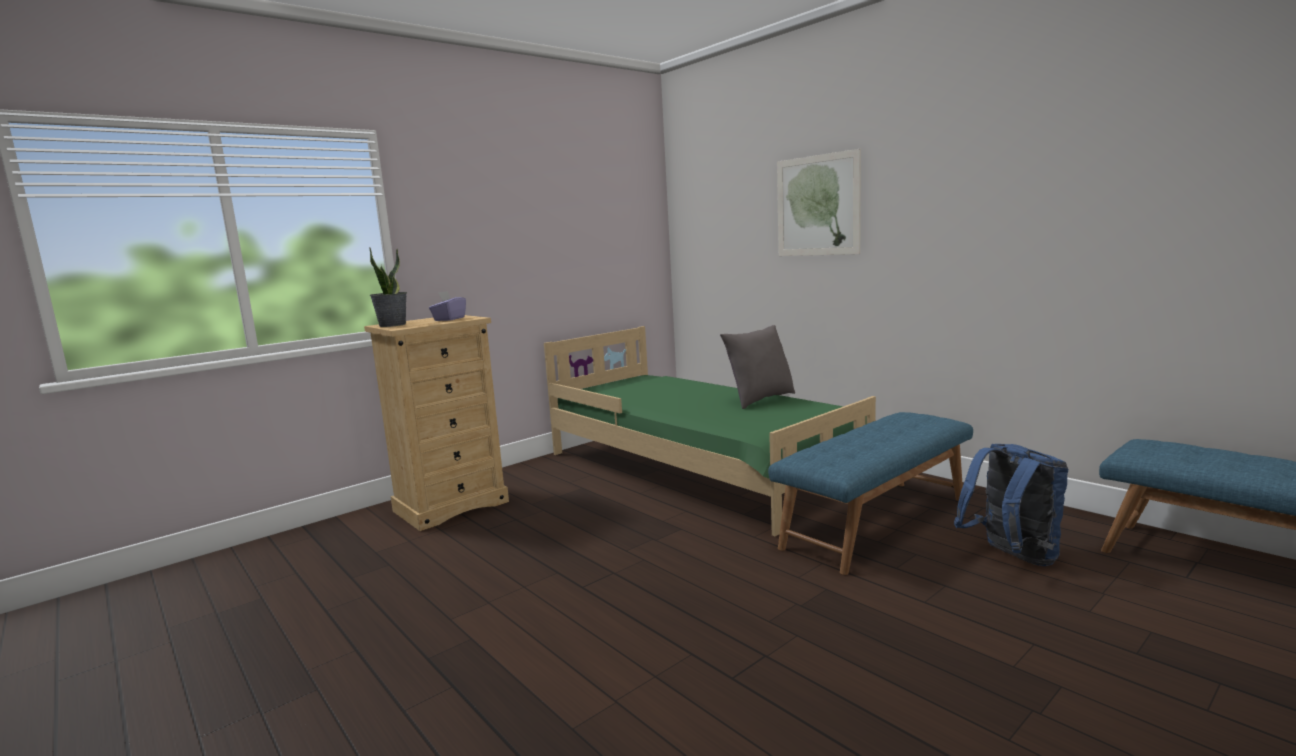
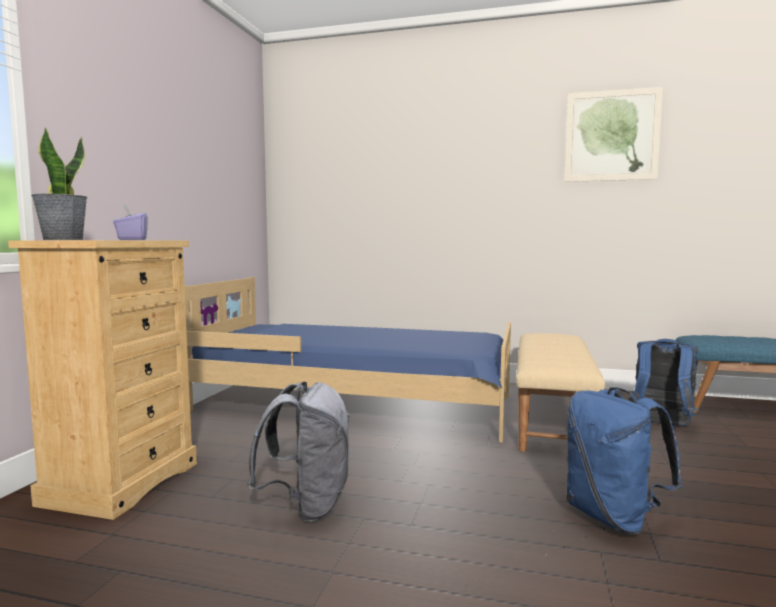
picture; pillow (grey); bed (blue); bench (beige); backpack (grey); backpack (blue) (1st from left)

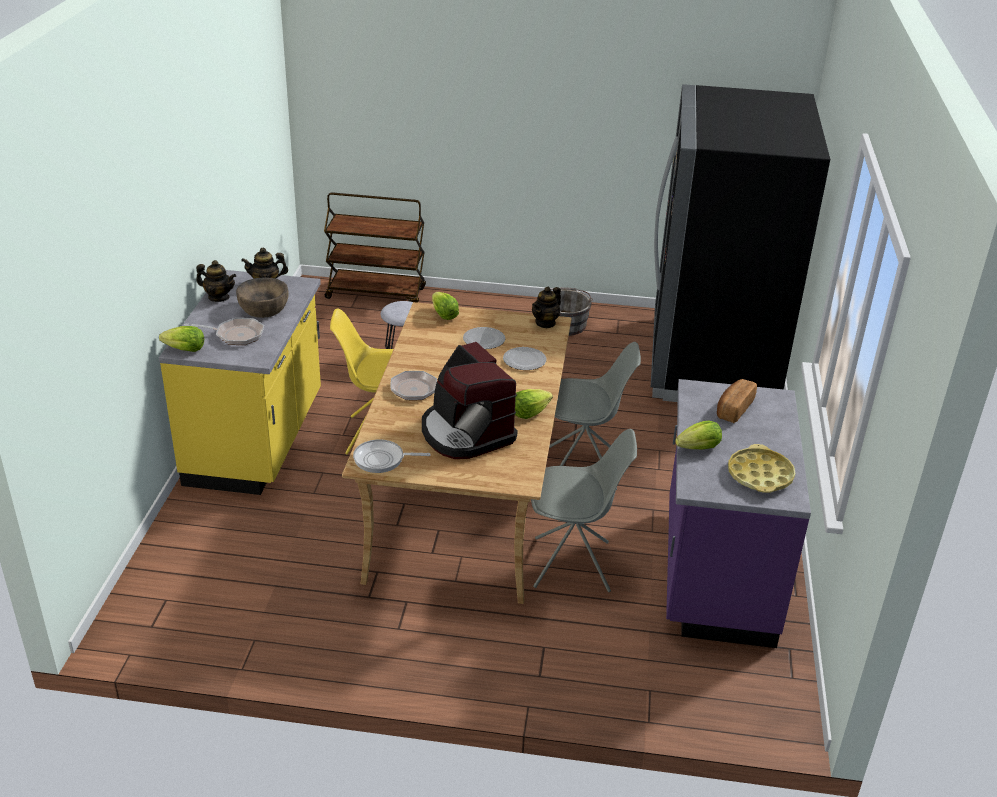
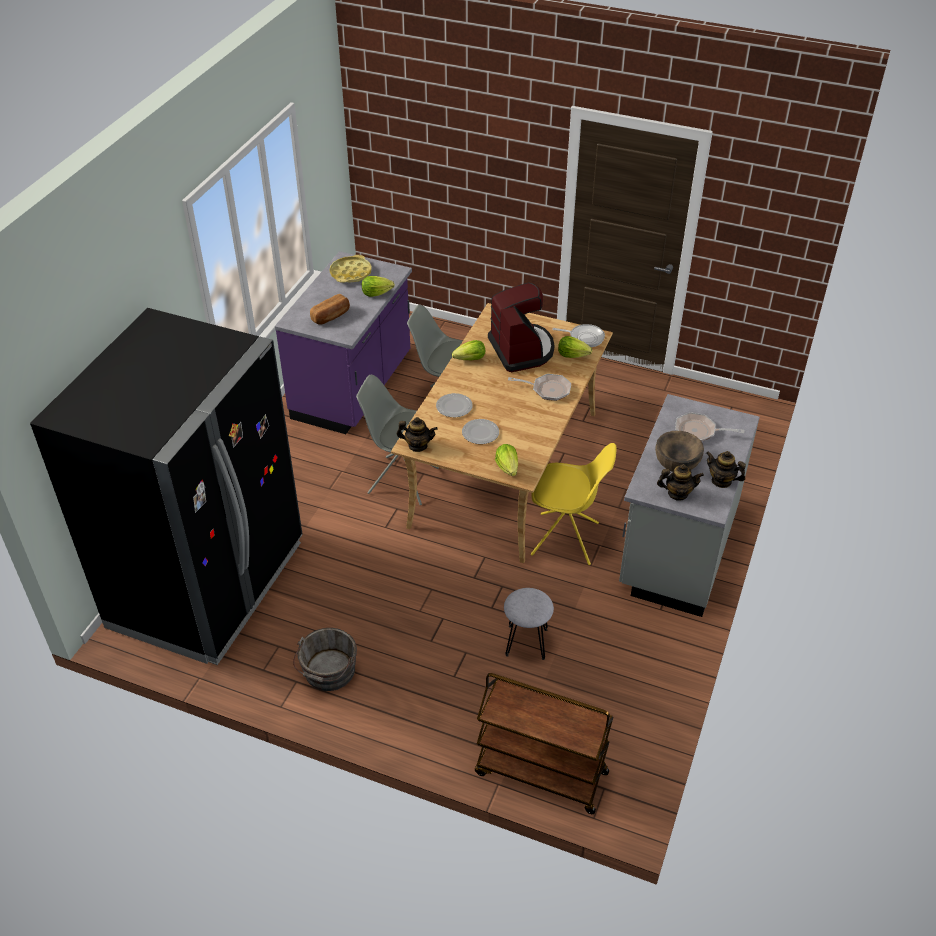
counter (grey); teapot (1st from left); lettuce (4th from left)

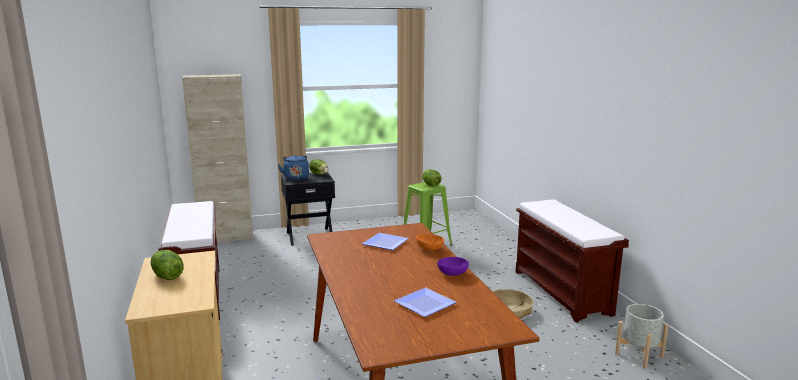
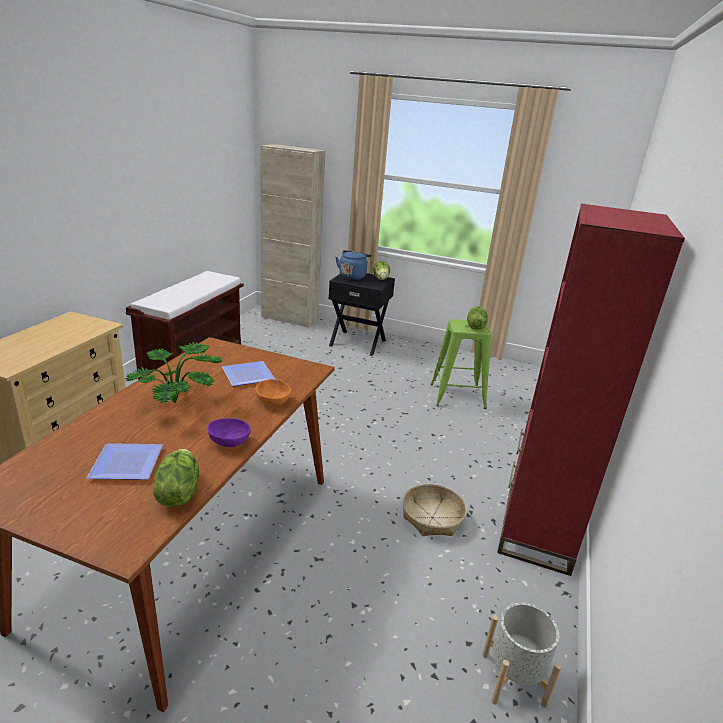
bookcase (red); lettuce (1st from left); potted plant

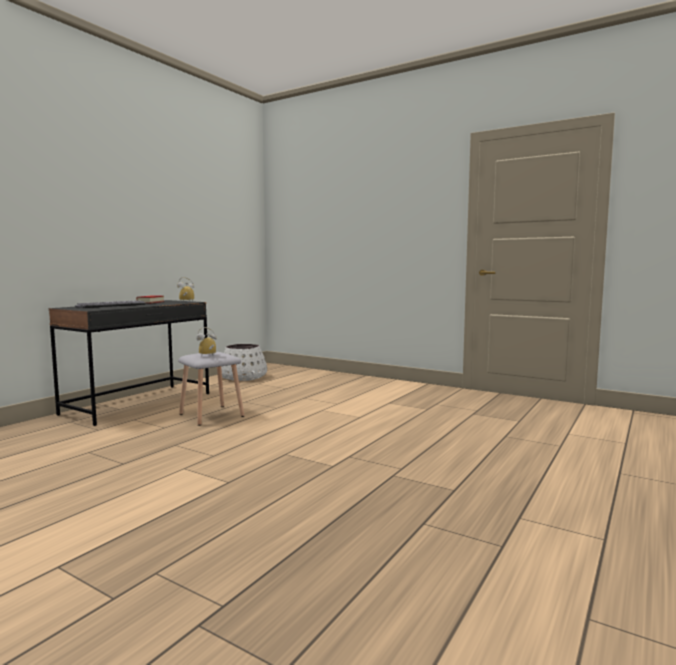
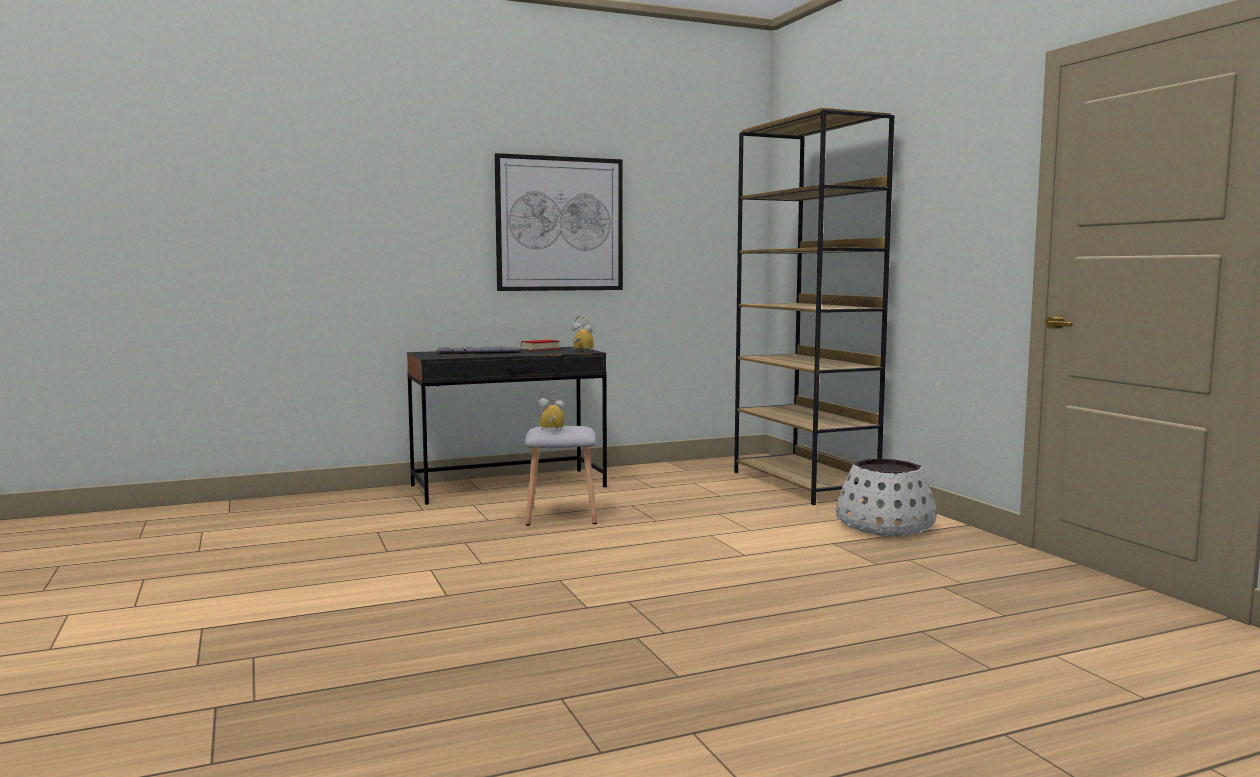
planter (white); bookcase (brown); picture

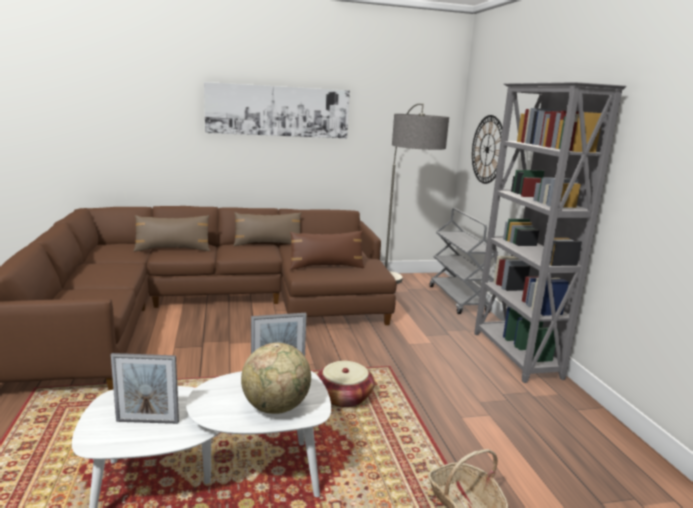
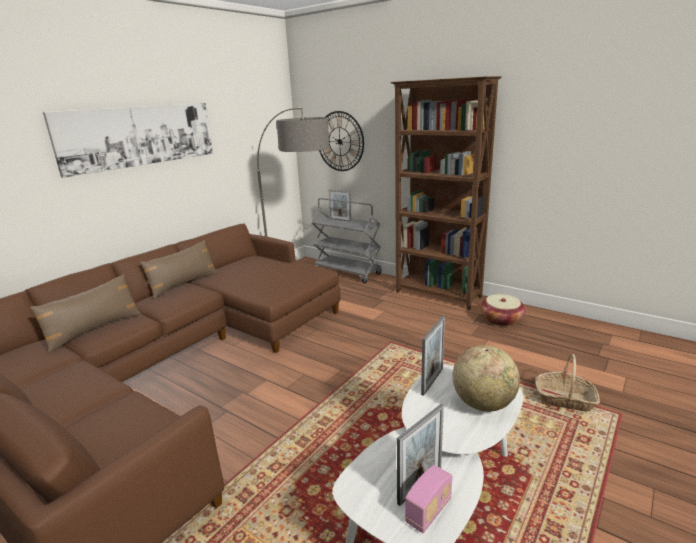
bookcase (brown); pillow (brown) (3rd from left in the first image); basket (1st from left); picture frame (1st from left); radio

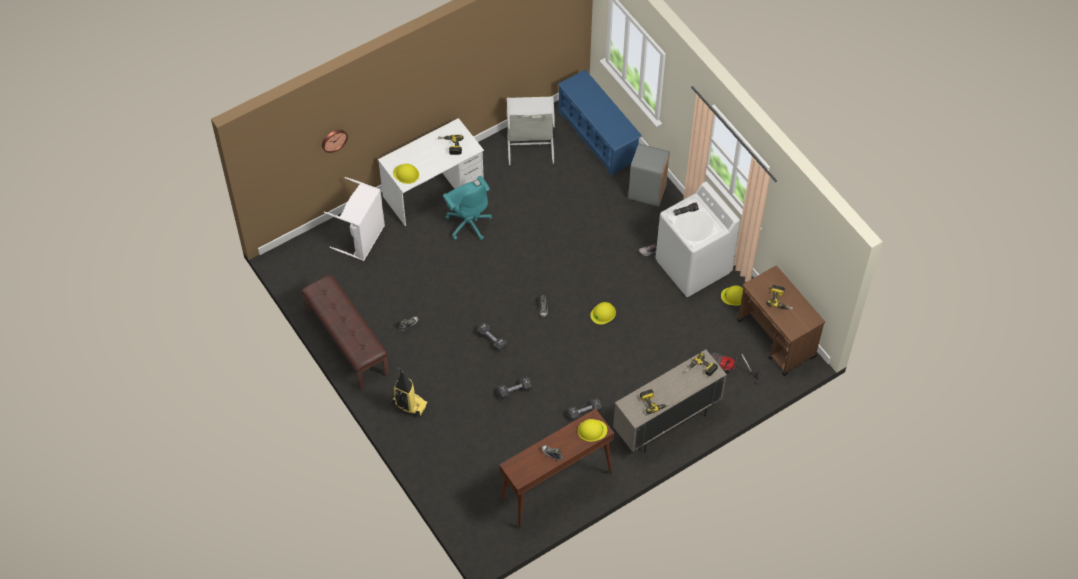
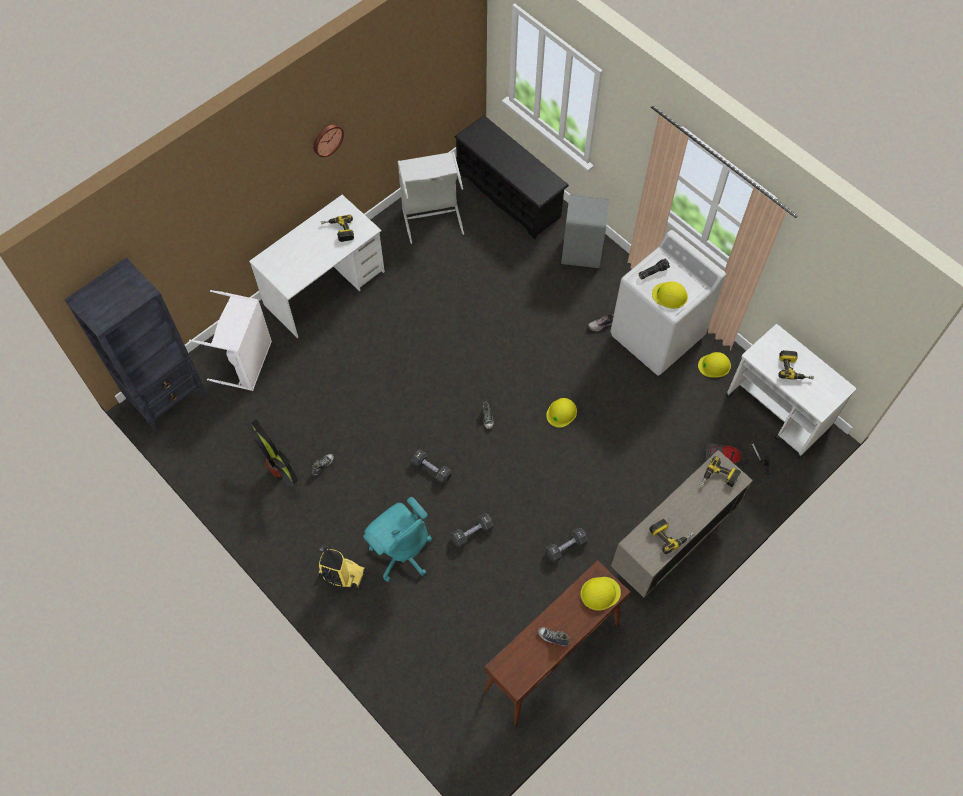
shoe rack (black); wall clock; hard hat (yellow) (3rd from left); office chair (turquoise); cart (white); bench (brown); bookcase (black); potted plant

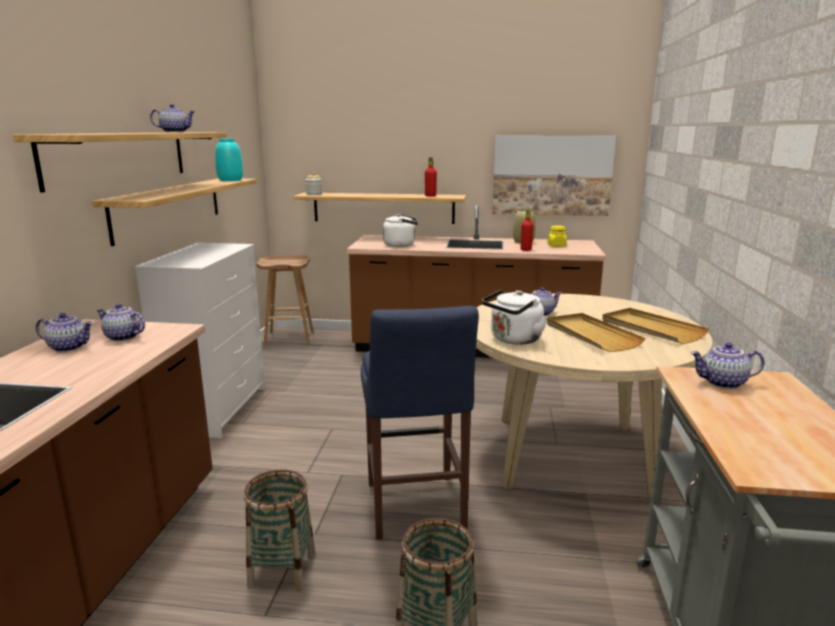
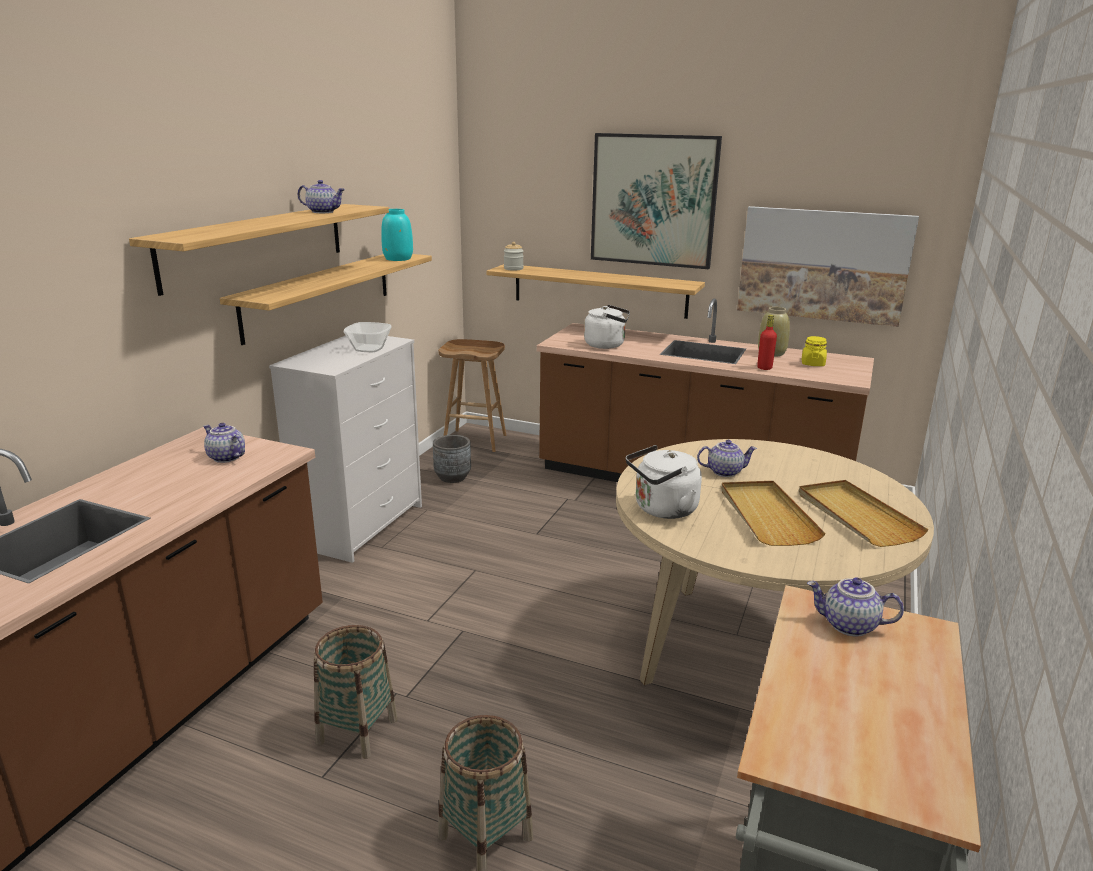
bottle (red) (1st from left in the first image); stool (blue); teapot (1st from left in the first image); picture (1st from left); bowl; planter (grey)

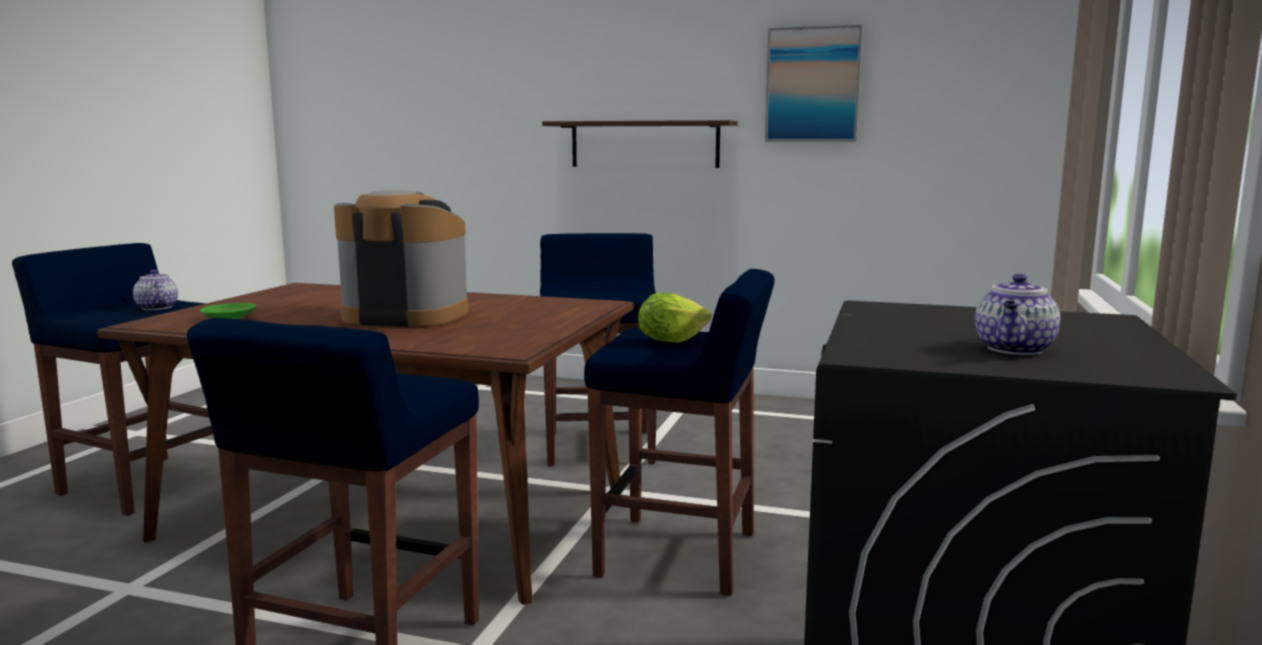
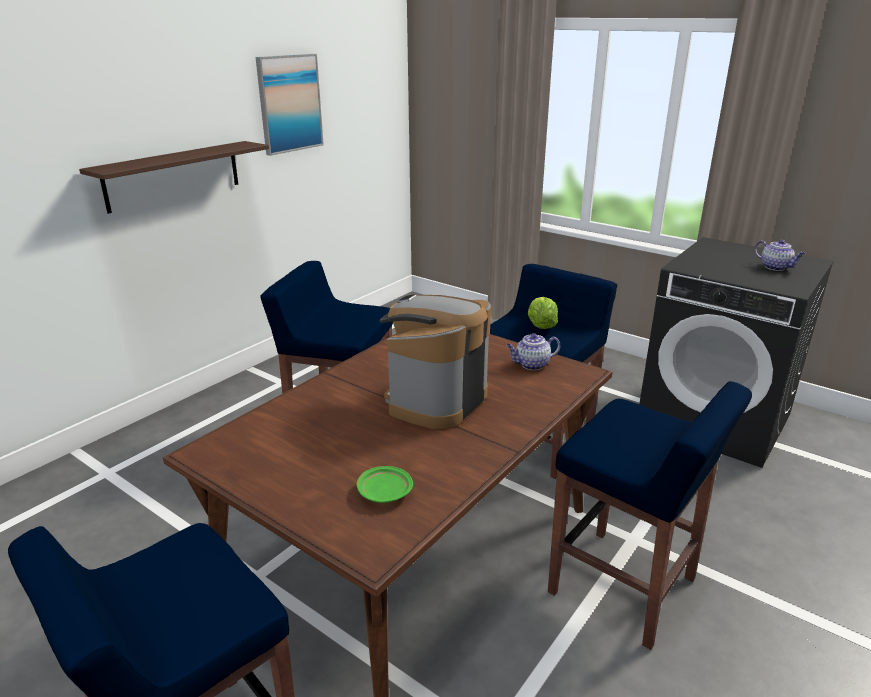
teapot (1st from left)

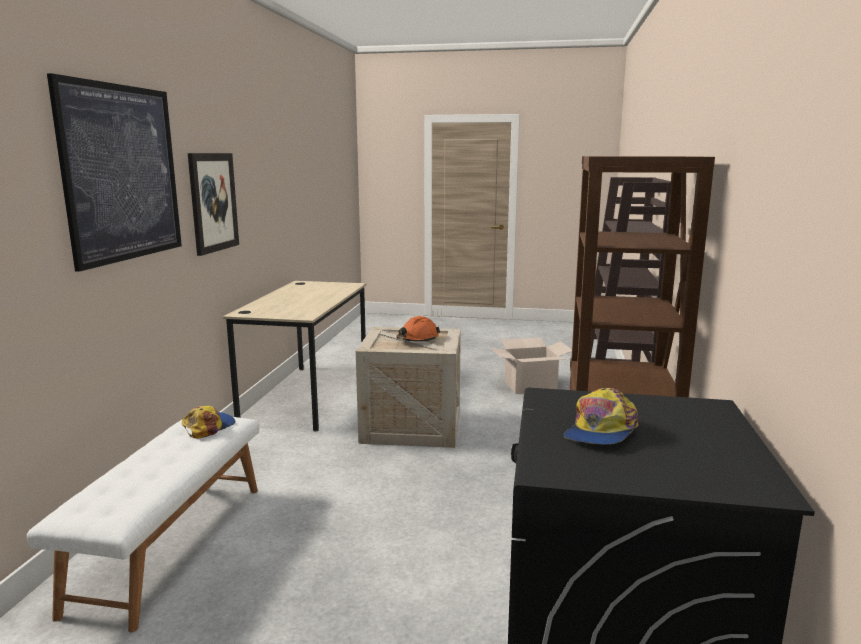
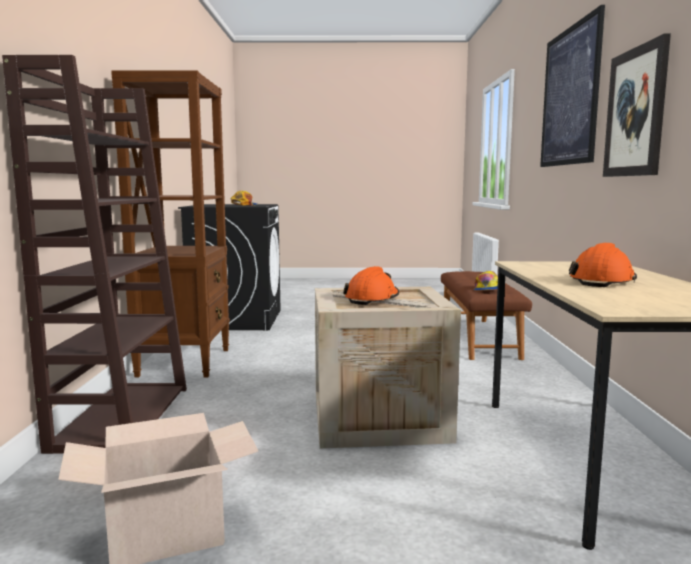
bench (brown); hard hat (orange) (2nd from left)

